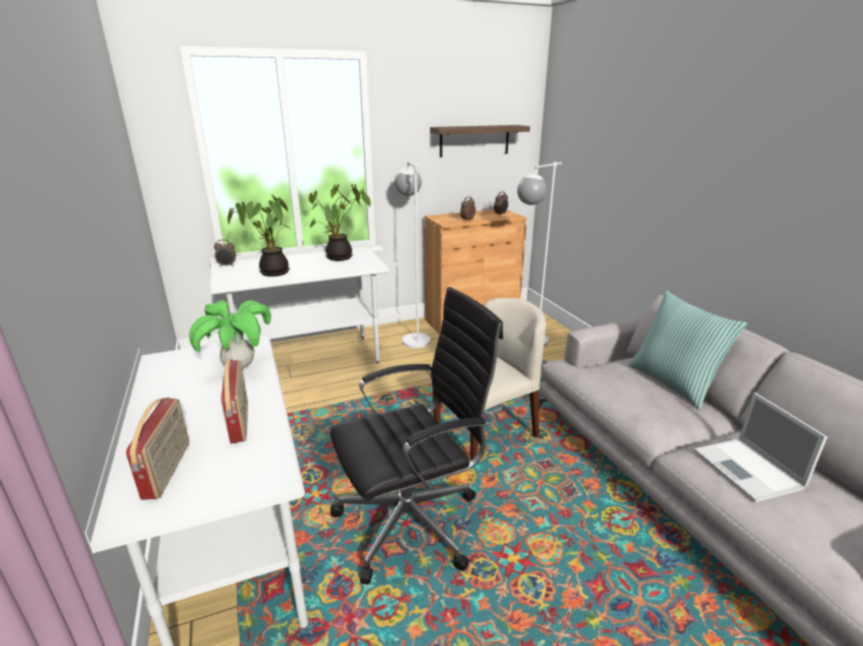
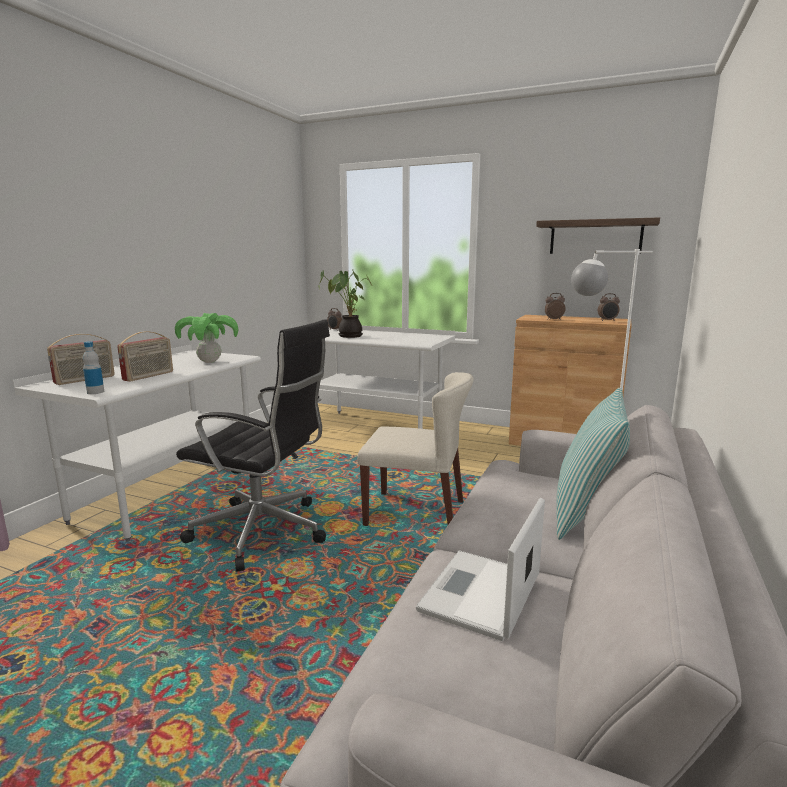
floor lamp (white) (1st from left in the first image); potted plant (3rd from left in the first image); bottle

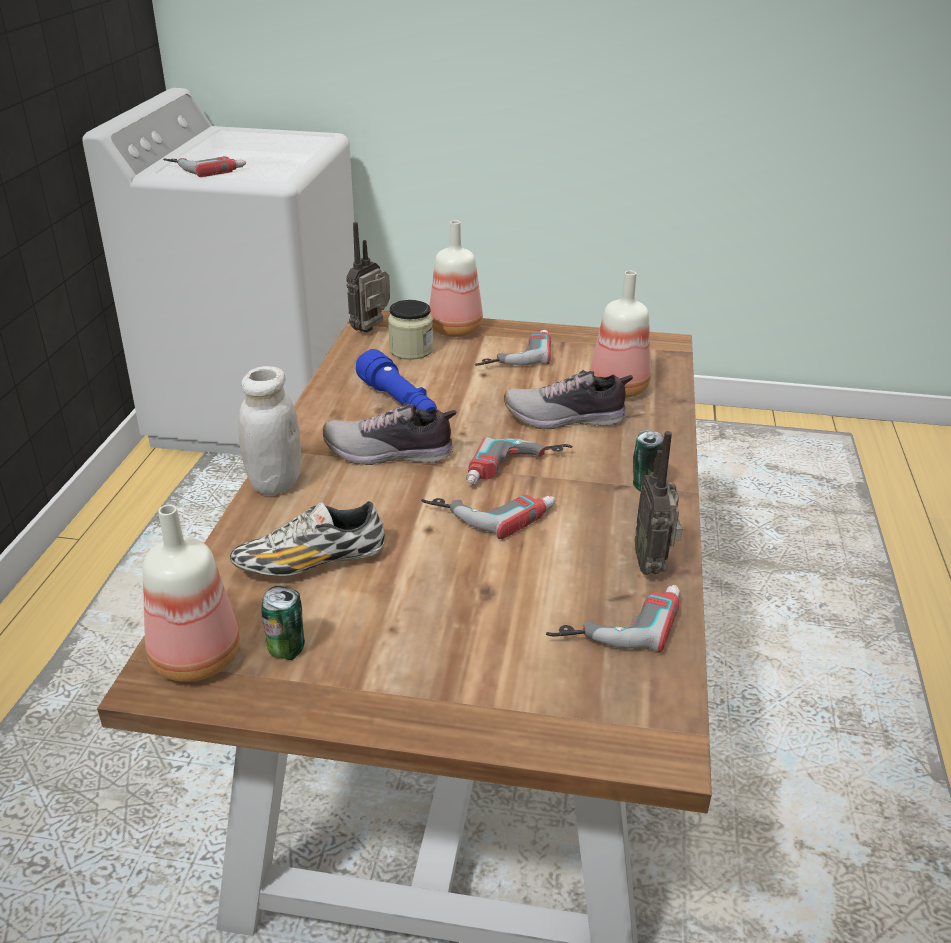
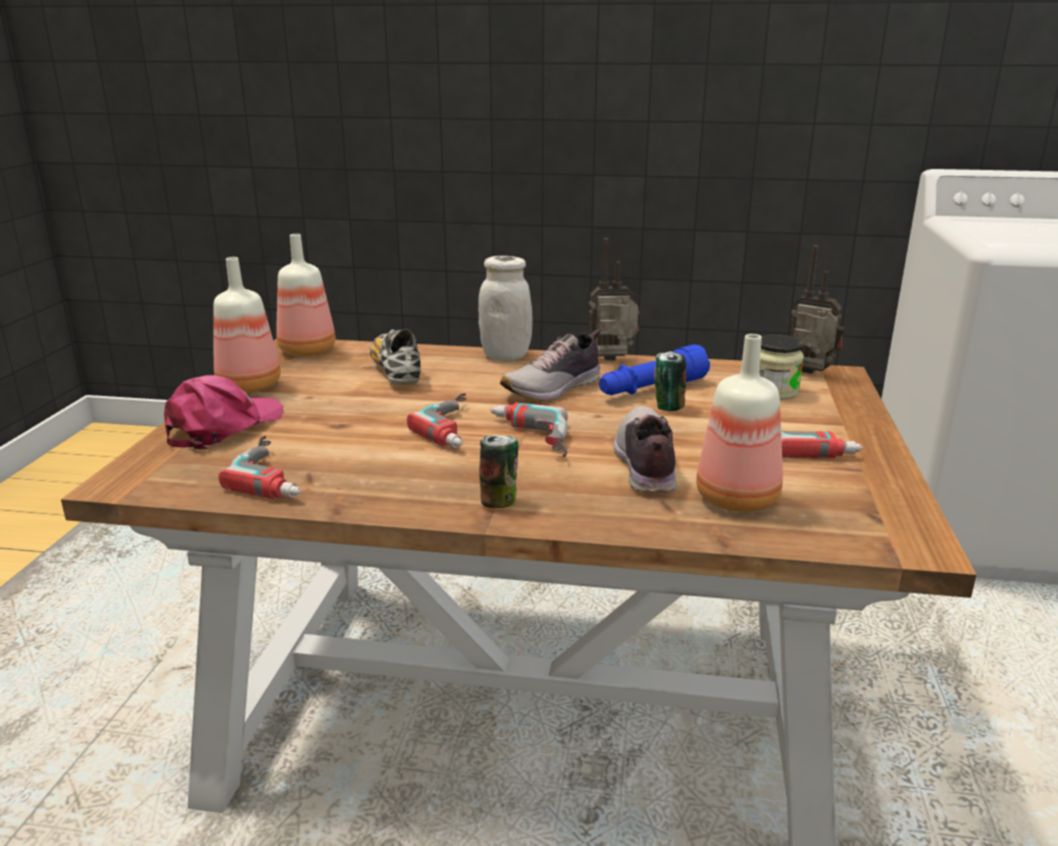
power drill (1st from left in the first image); bottle (1st from left); shoe (2nd from left); radio (1st from left); can (2nd from left); cap (pink)

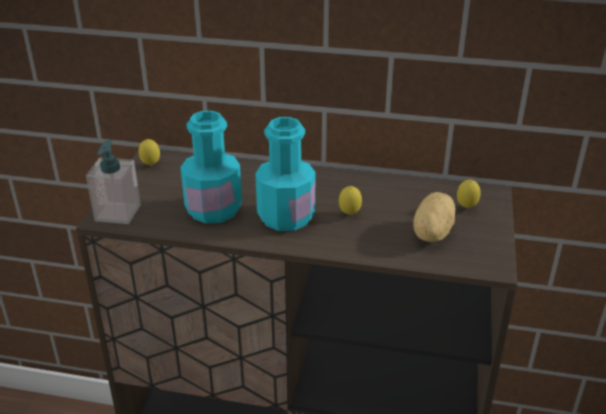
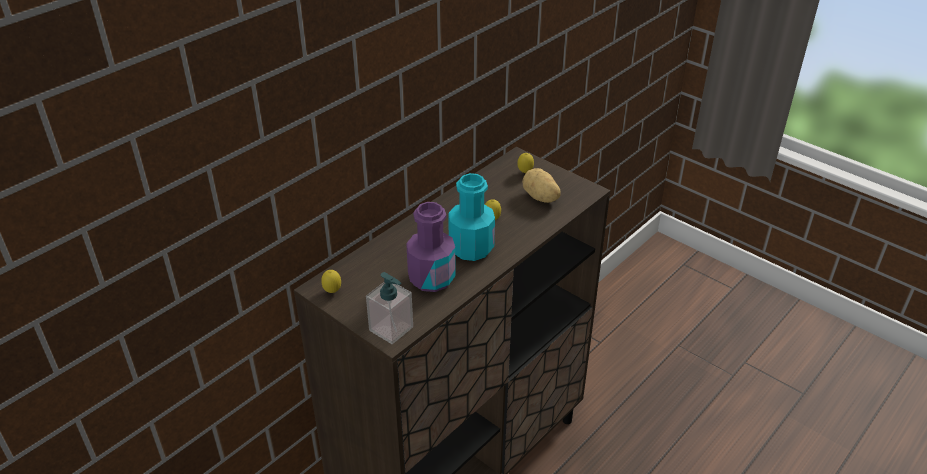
bottle (purple)

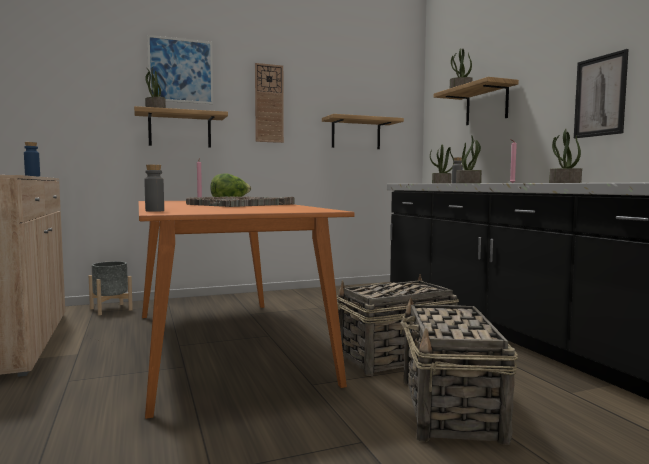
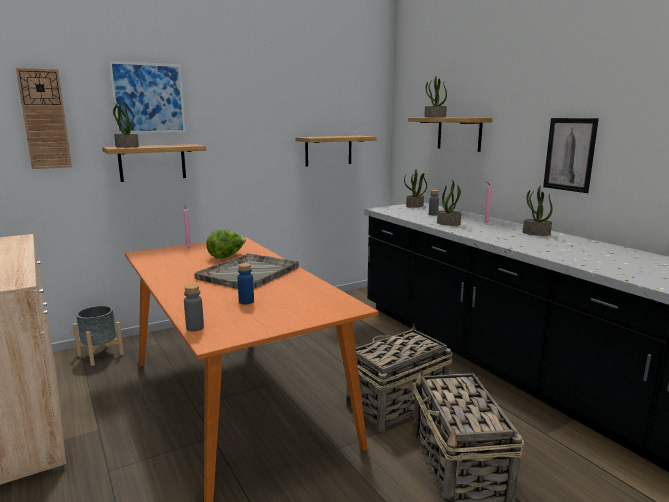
wall clock; bottle (blue)

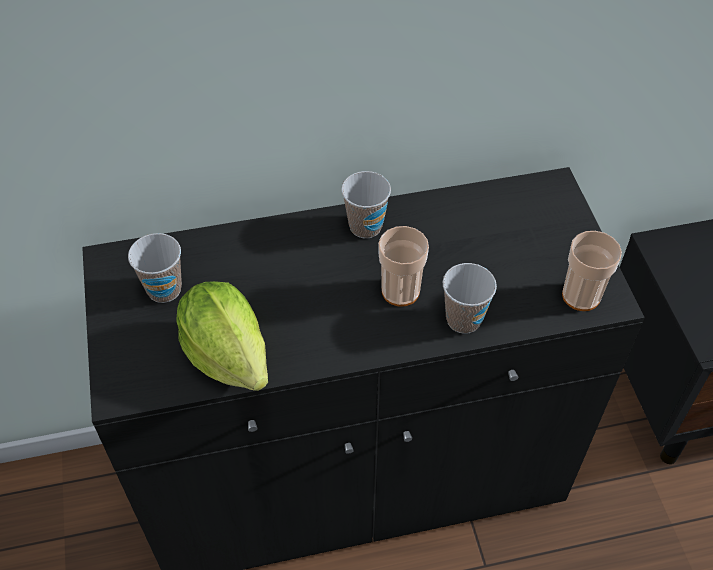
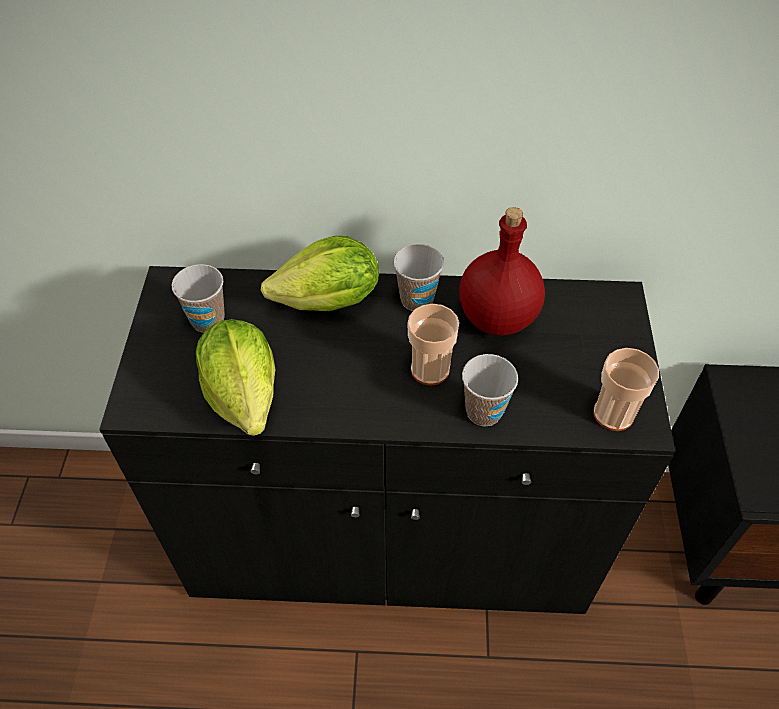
bottle (red); lettuce (2nd from left)

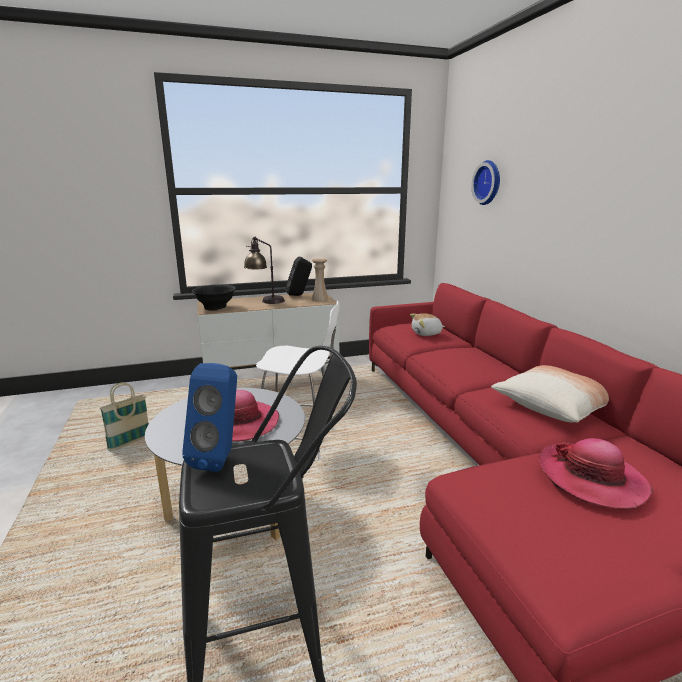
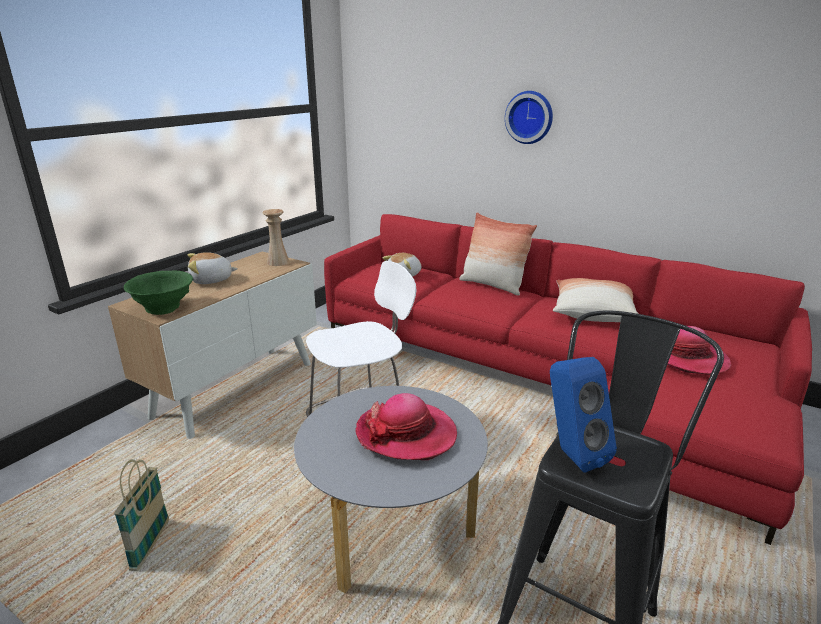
wall clock; plush toy (1st from left); speaker (black); bowl (green); pillow (1st from left)

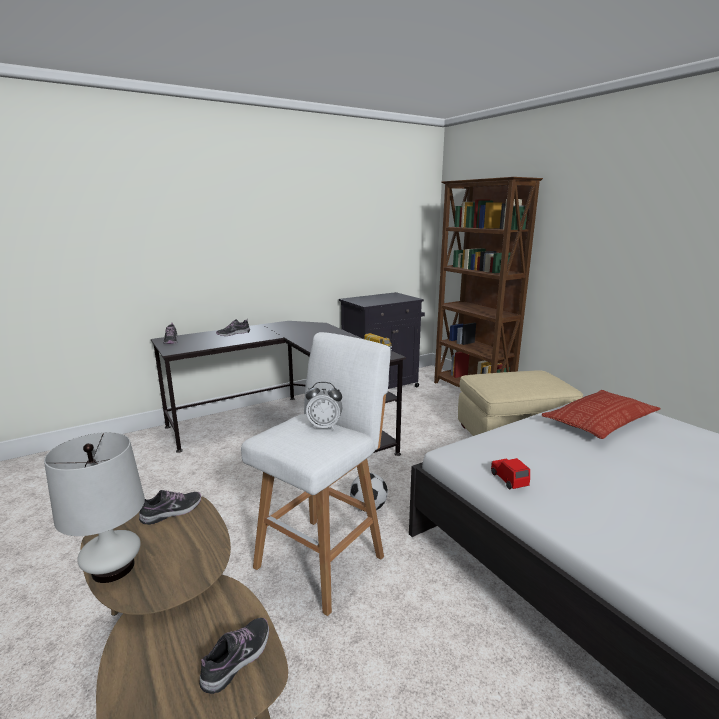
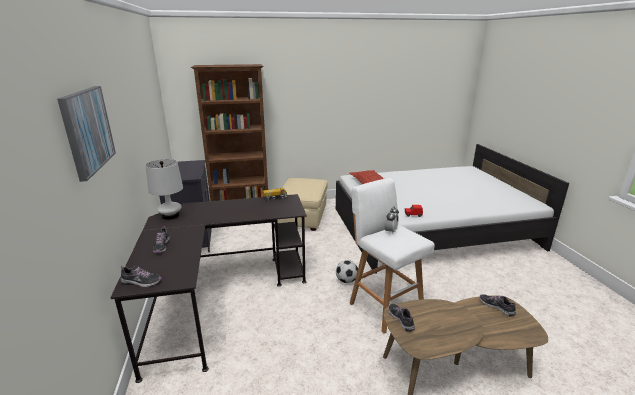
table lamp (white); picture

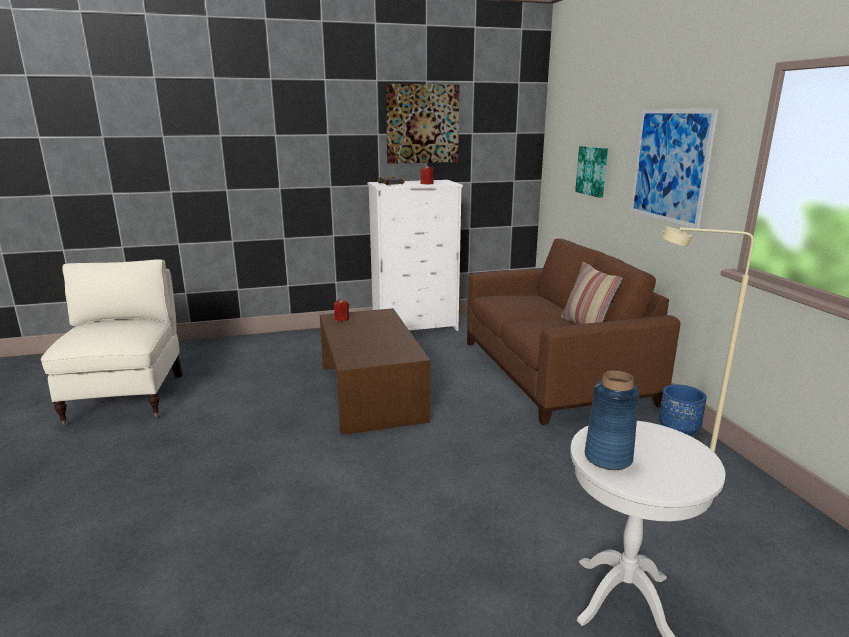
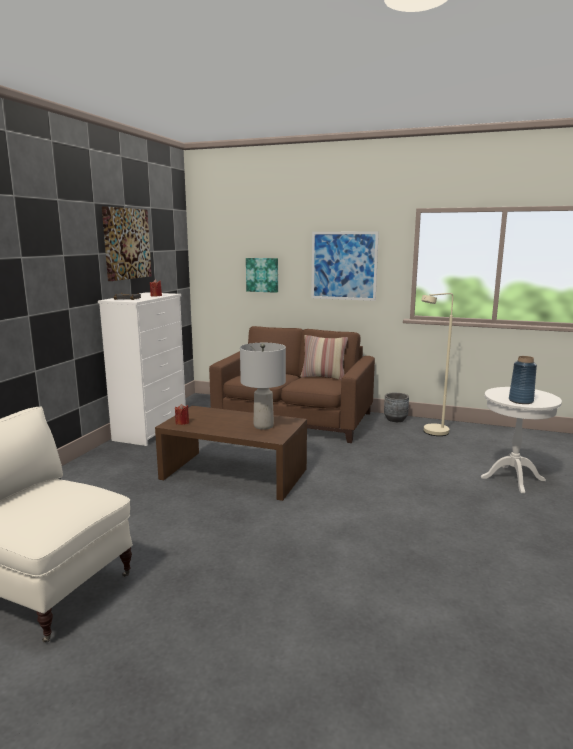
planter (grey); table lamp (grey)

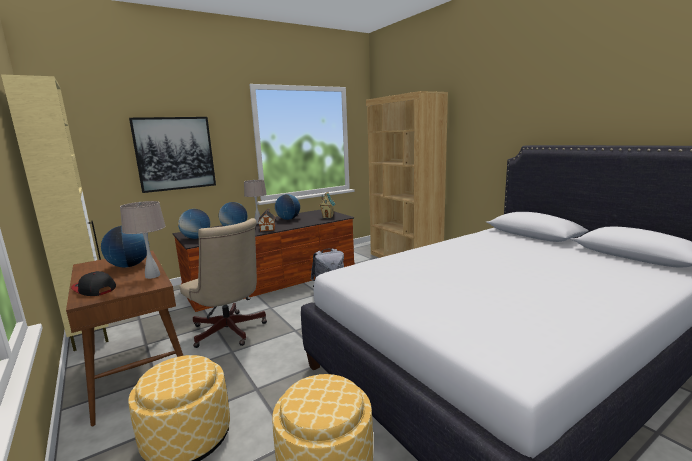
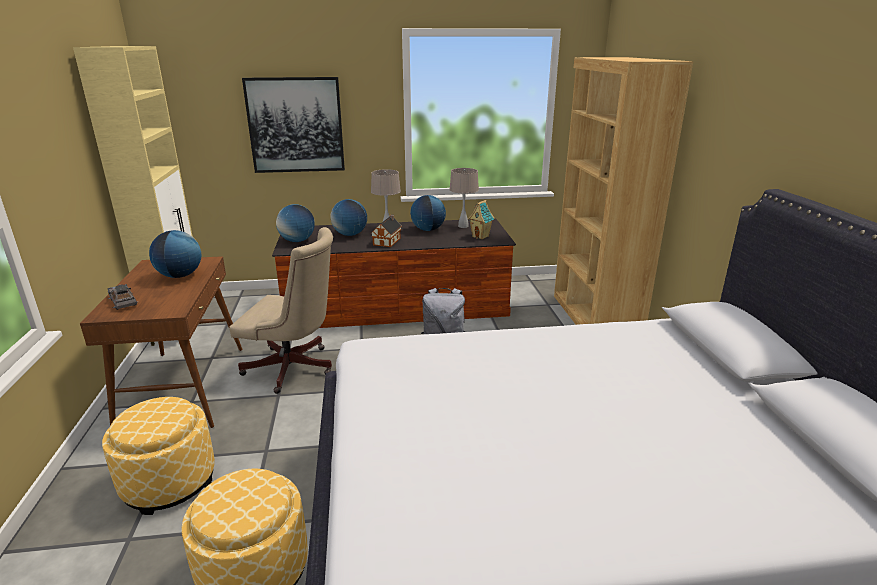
table lamp (beige) (2nd from left); office chair (beige); toy car (grey)

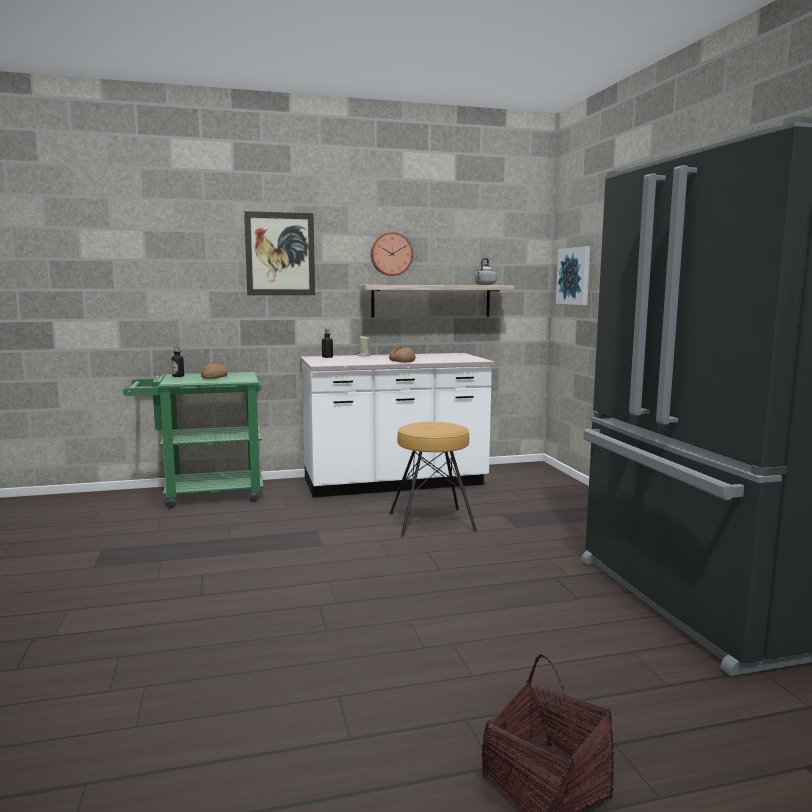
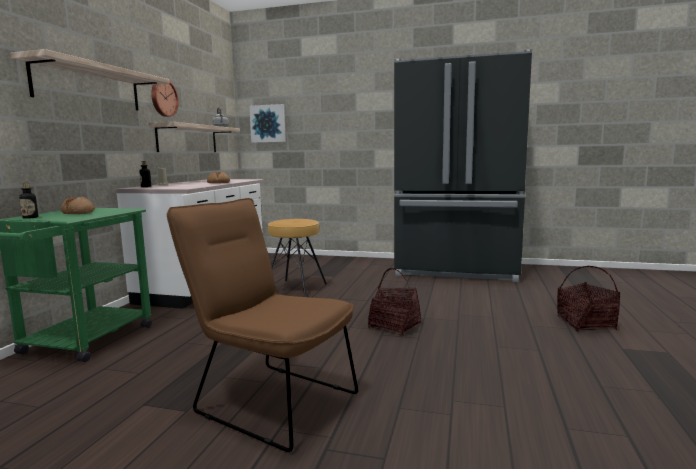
shelf (1st from left); chair (brown); basket (1st from left)

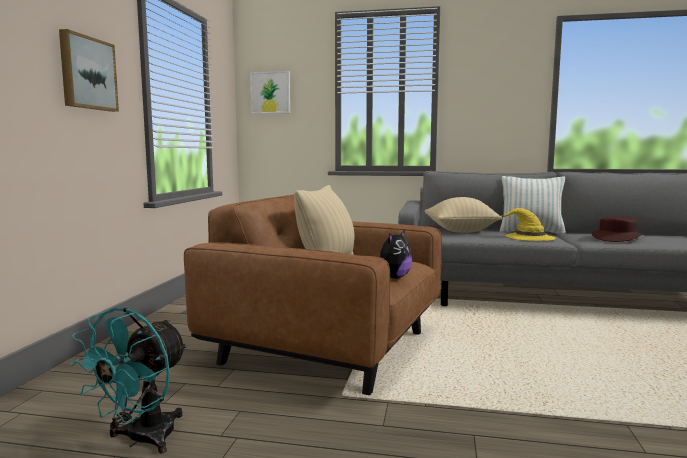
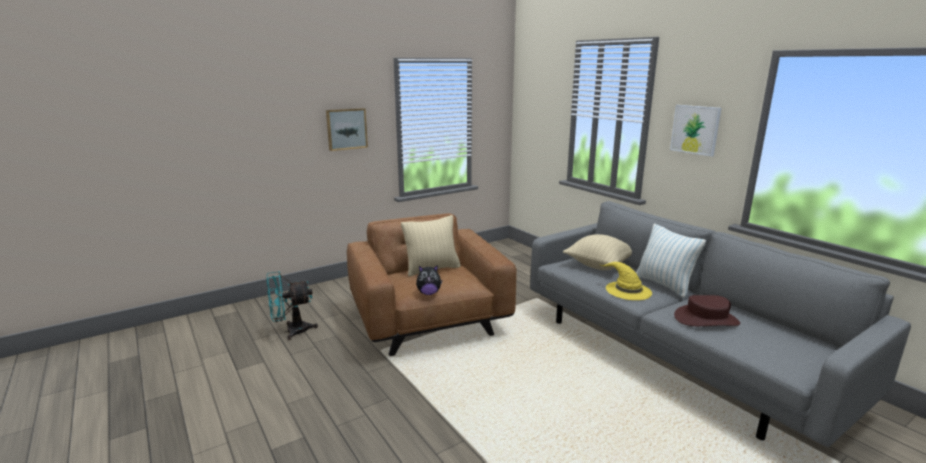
picture (2nd from left)

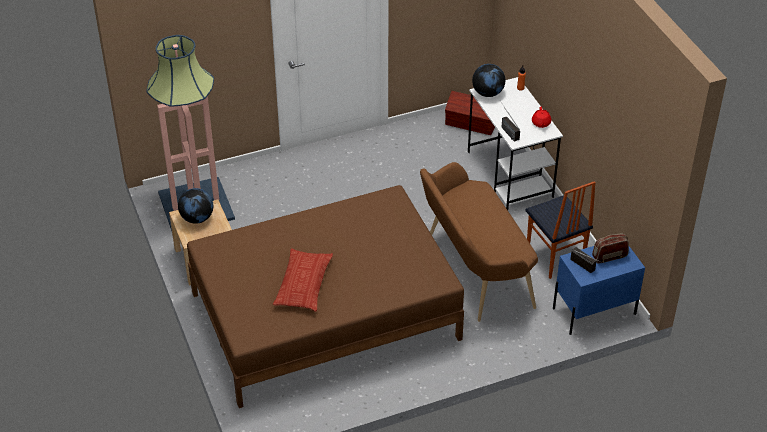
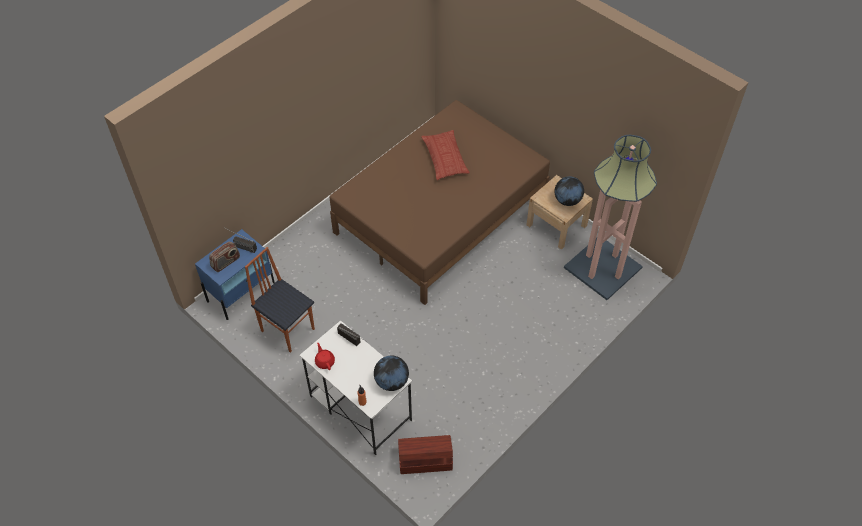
bench (brown)

